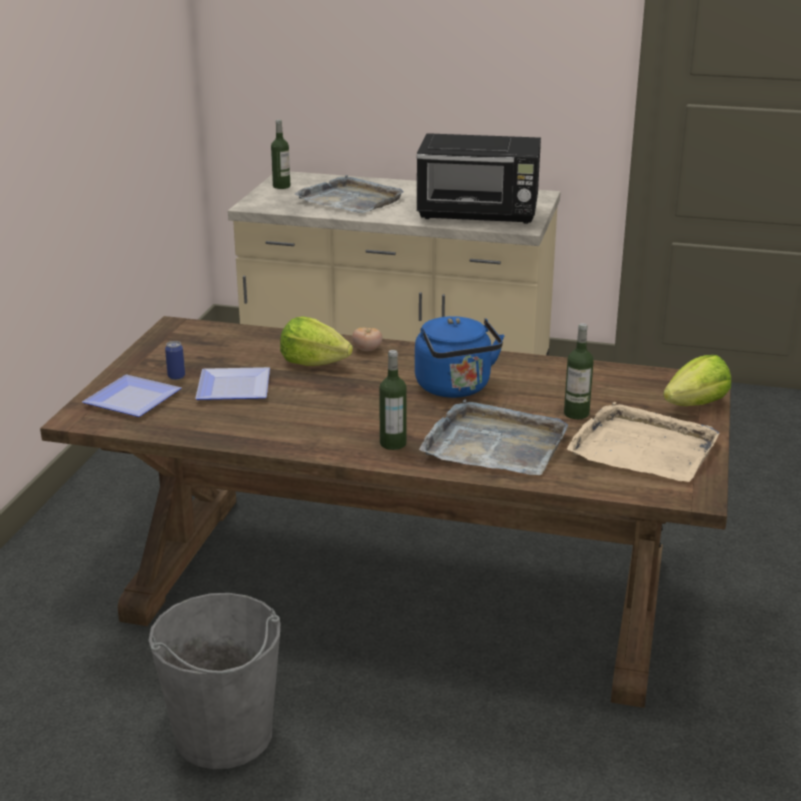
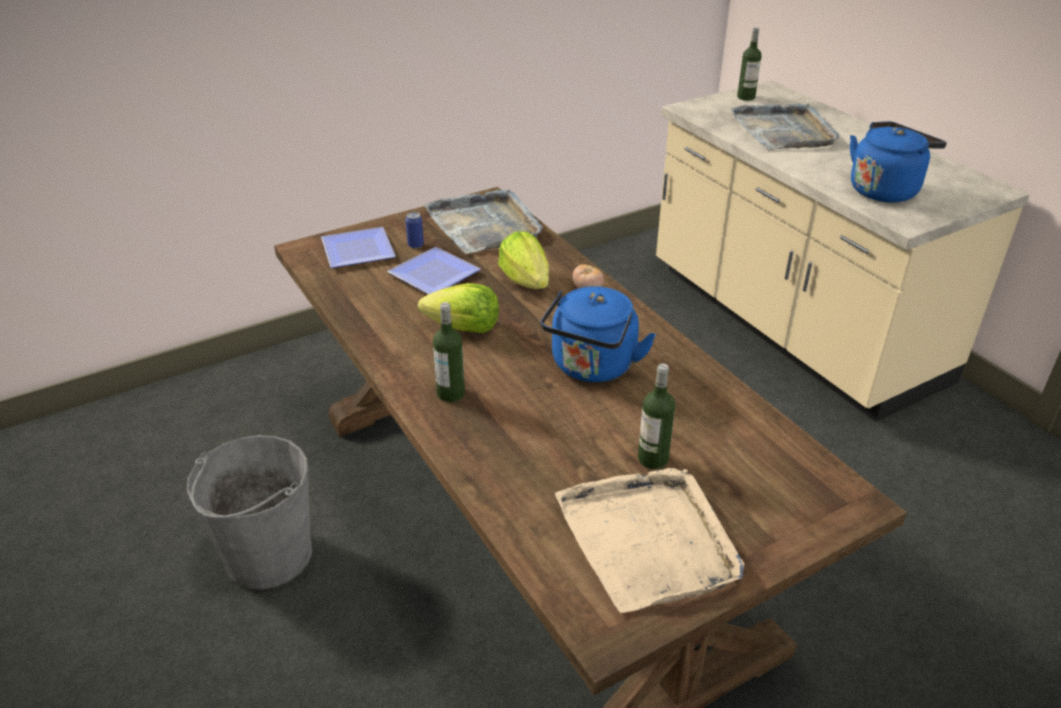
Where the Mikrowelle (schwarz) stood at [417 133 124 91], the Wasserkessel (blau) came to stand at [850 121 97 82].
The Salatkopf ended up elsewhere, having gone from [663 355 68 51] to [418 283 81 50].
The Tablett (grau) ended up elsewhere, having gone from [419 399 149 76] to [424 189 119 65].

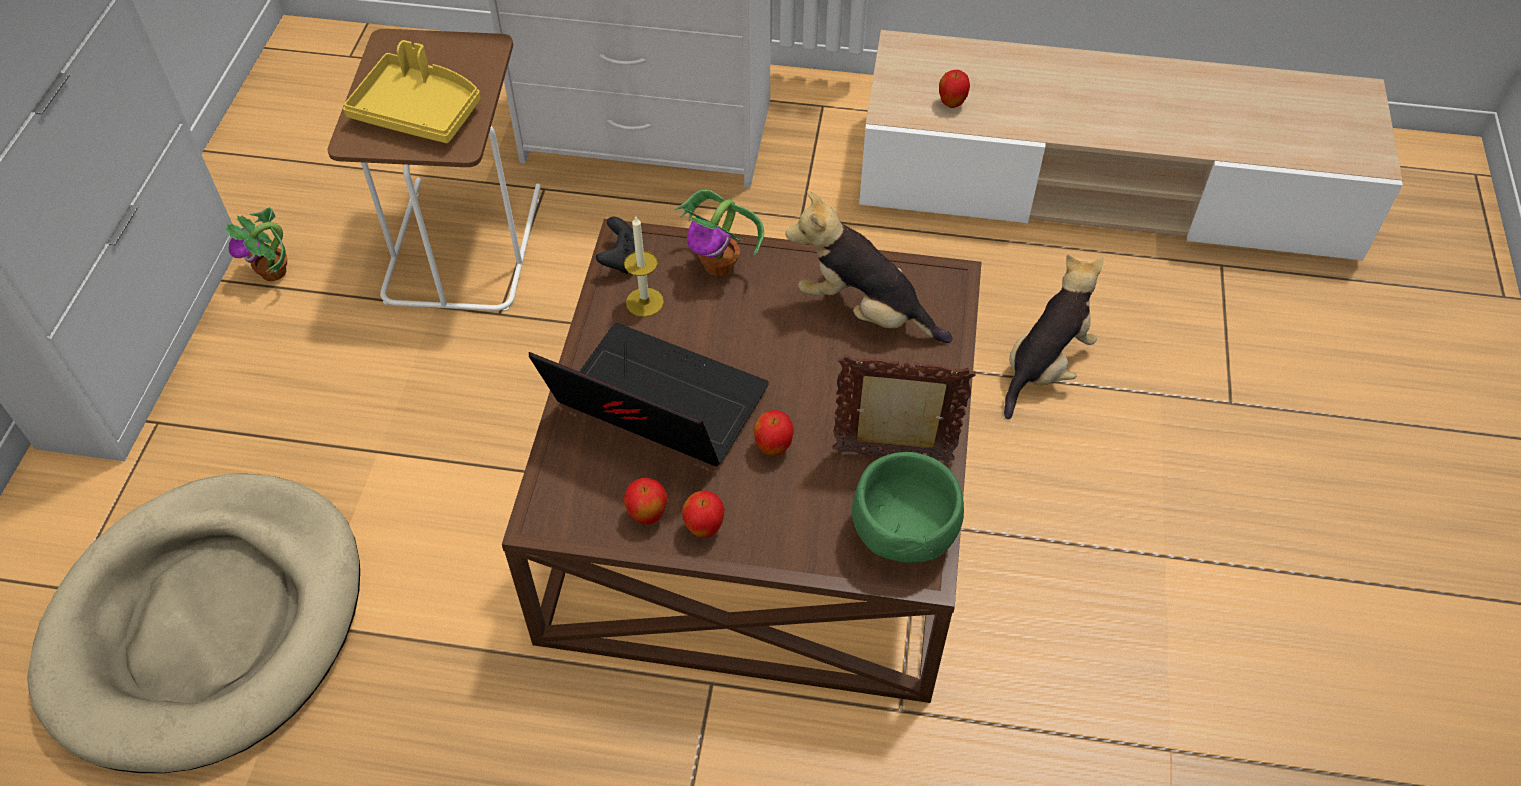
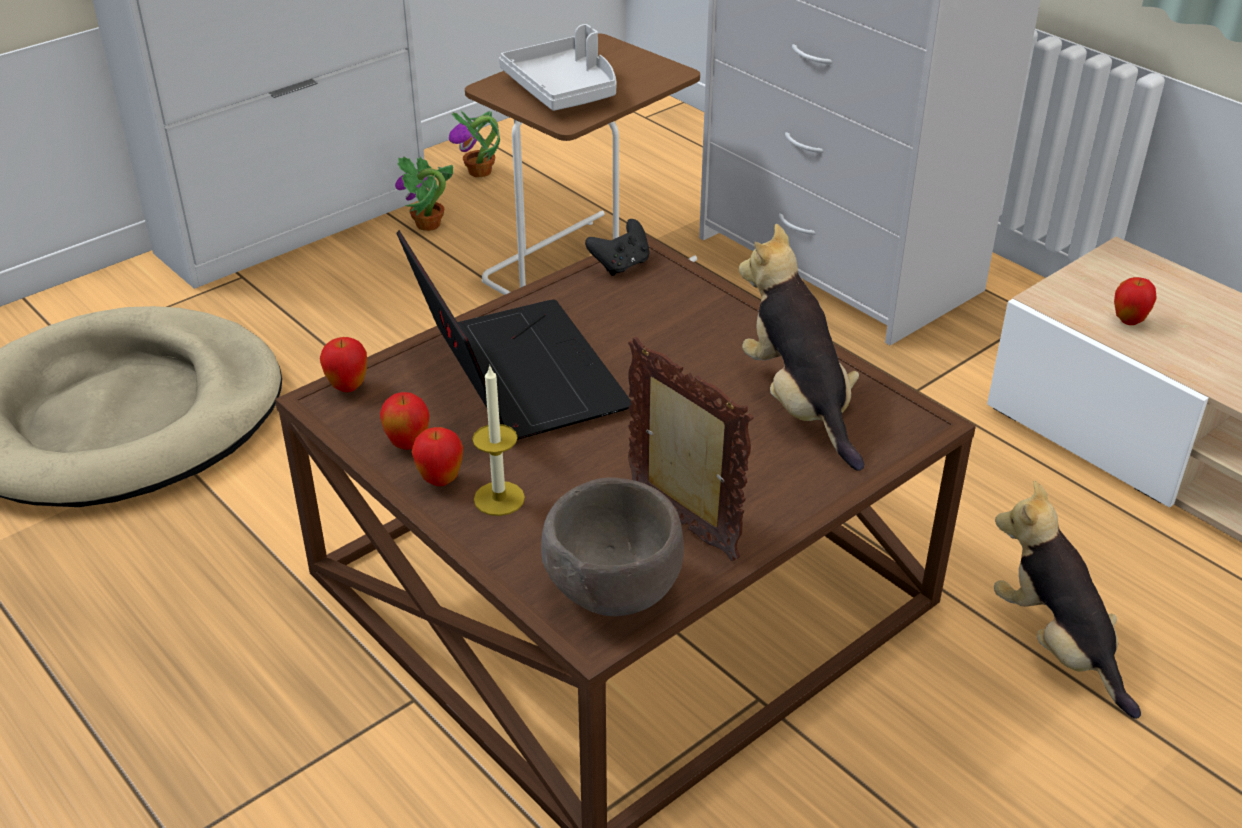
What was the Tablett (gelb) at [343 40 138 103] turned into the Tablett (grau) at [499 24 117 87].
The Topfpflanze ended up elsewhere, having gone from [675 190 89 86] to [449 111 51 66].
The Kerze ended up elsewhere, having gone from [624 215 40 102] to [472 364 53 152].
The Plüschtier at [1004 255 99 164] ended up facing another way, 105 degrees counterclockwise from before.
The Apfel ended up elsewhere, having gone from [753 410 41 46] to [320 337 47 55].
What was the Schüssel (grün) at [852 452 112 111] turned into the Schüssel (braun) at [541 477 143 140].

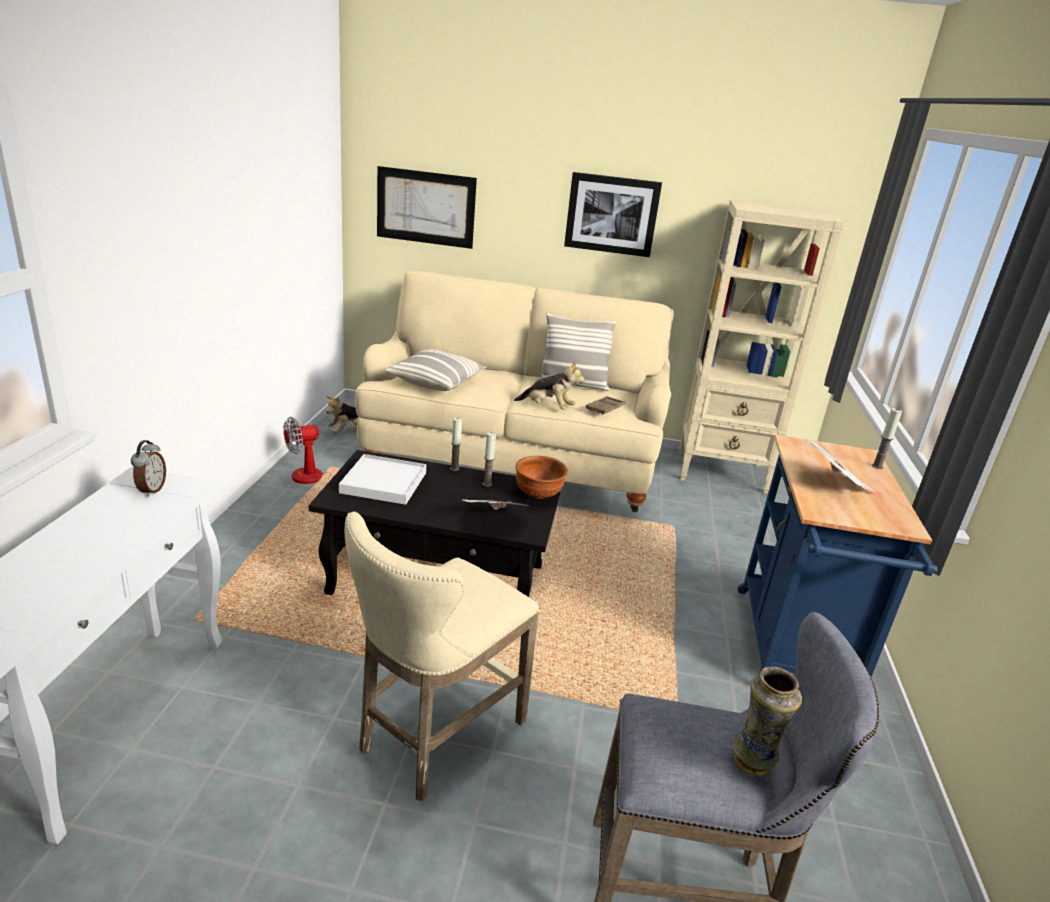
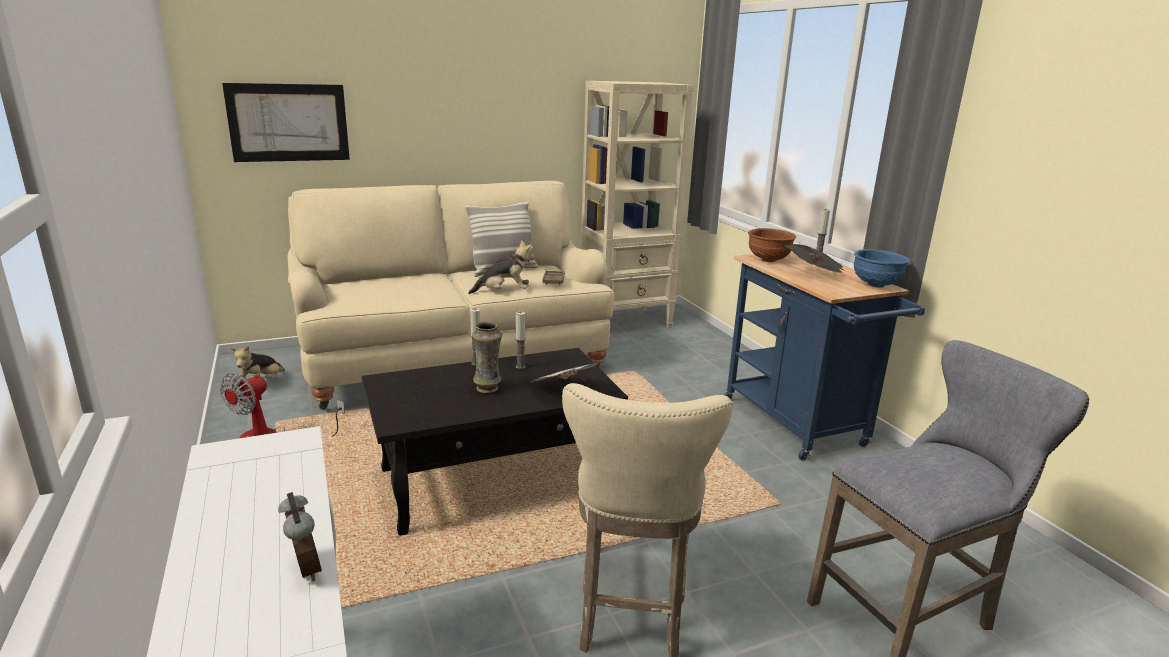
The second view lost the Bild at [564 172 98 85].
The second view lost the Kissen at [385 349 102 42].
The Wecker ended up elsewhere, having gone from [131 440 35 57] to [278 492 44 89].
The second view lost the Tablett (weiß) at [339 454 87 51].
The Schüssel (braun) ended up elsewhere, having gone from [516 456 52 43] to [748 228 48 34].
The Vase ended up elsewhere, having gone from [733 666 69 111] to [472 322 30 71].
The second view gained the Schüssel (blau) at [854 249 56 39].

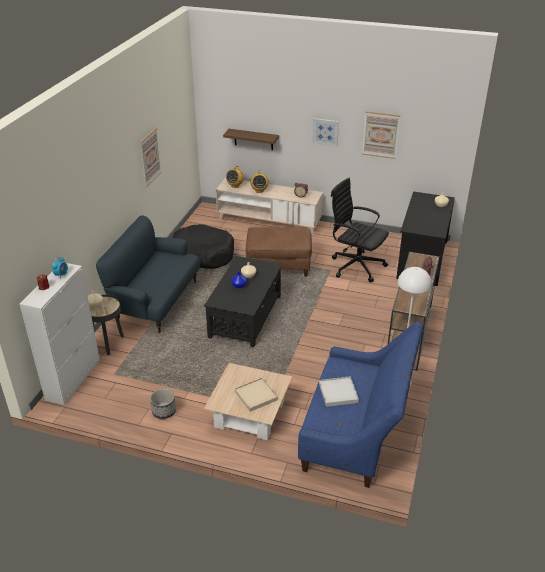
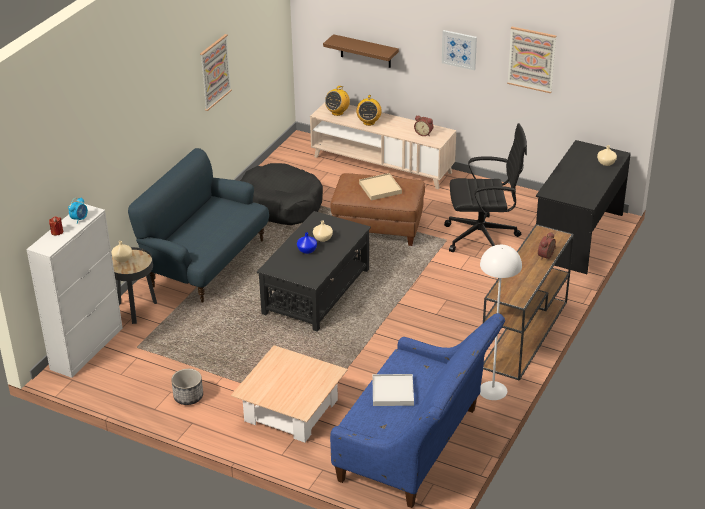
The Bürostuhl (schwarz) at [331 178 58 105] ended up facing another way, 135 degrees clockwise from before.
The Tablett (beige) ended up elsewhere, having gone from [235 378 43 34] to [359 173 43 27].

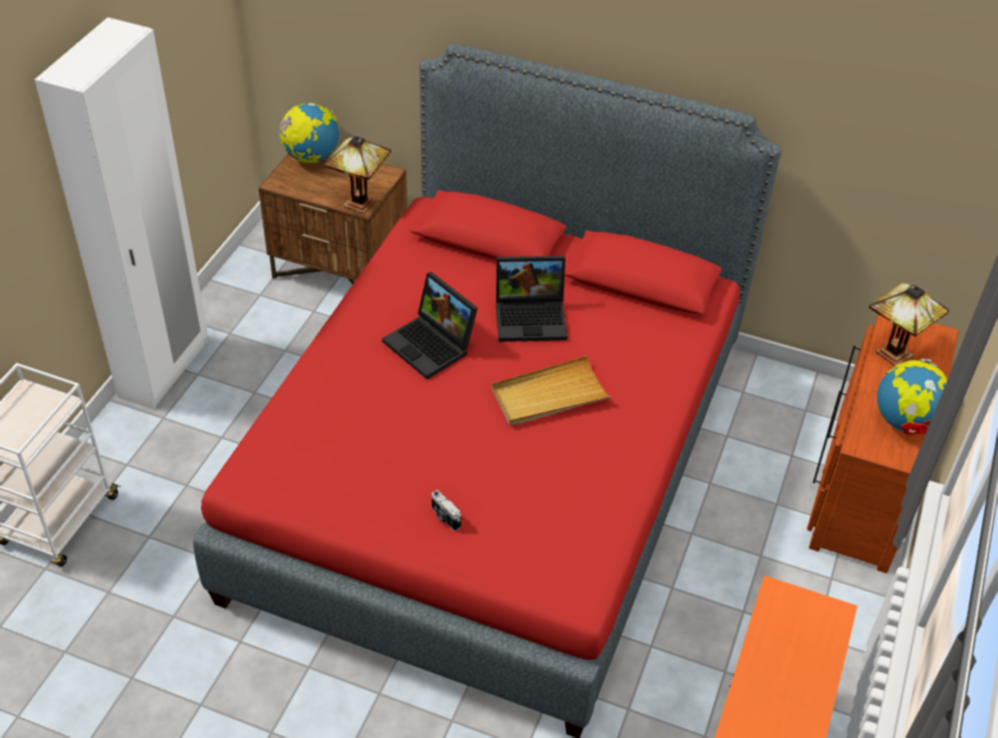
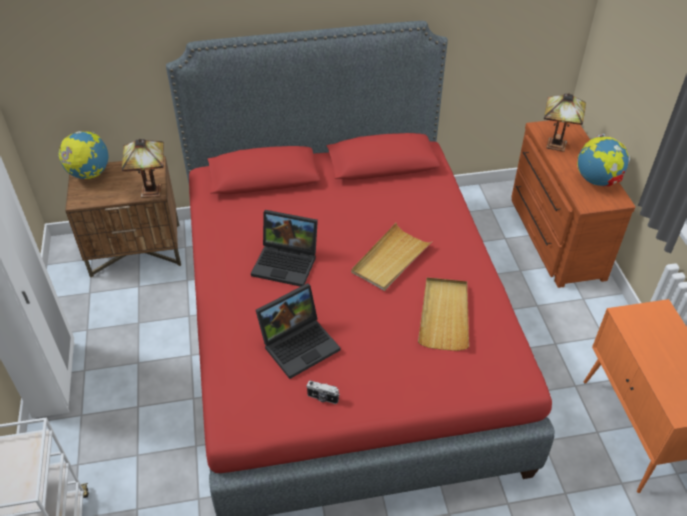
The Laptop ended up elsewhere, having gone from [496 256 71 86] to [256 283 85 96].
The Kamera ended up elsewhere, having gone from [432 490 29 41] to [306 380 34 24].
The second view gained the Tablett (beige) at [418 278 51 73].

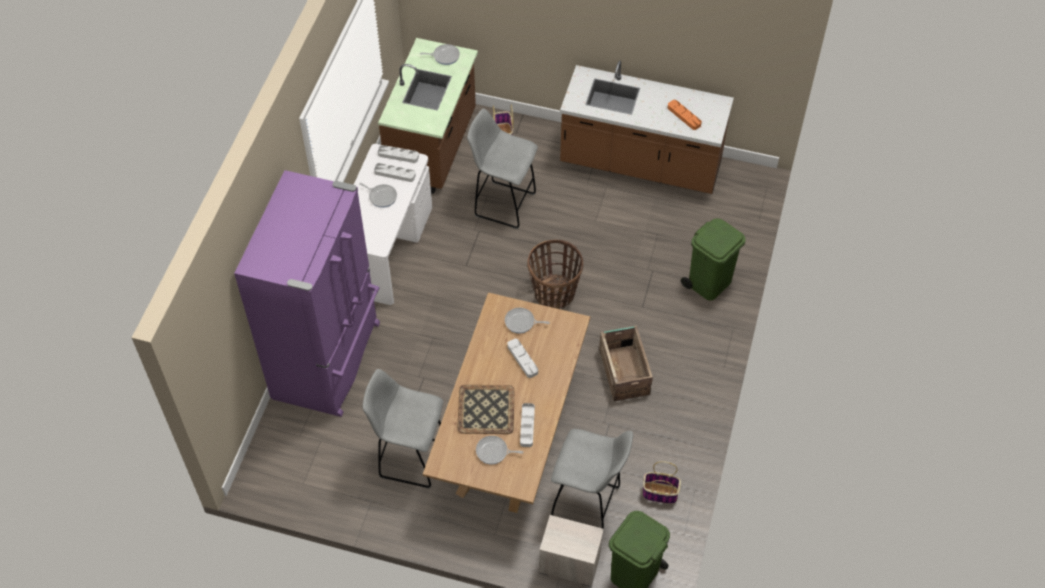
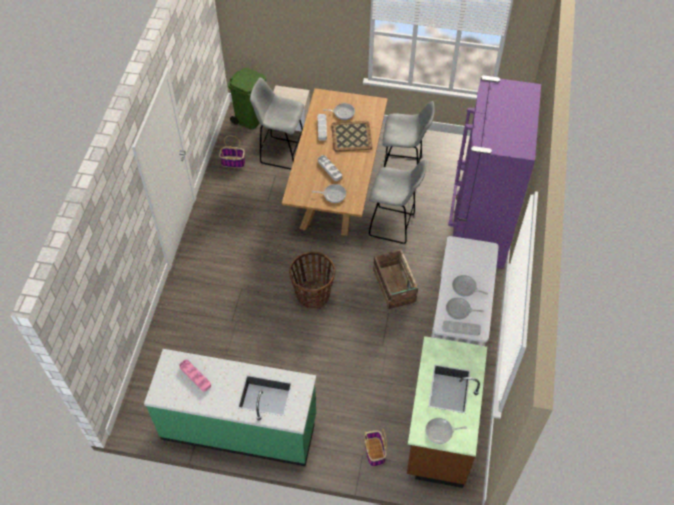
What was the Küchenzeile (braun) at [560 61 174 133] turned into the Küchenzeile (grün) at [144 349 172 117].
What was the Tablett (orange) at [668 100 34 30] turned into the Tablett (rosa) at [179 359 32 33].
The Hocker (grau) ended up elsewhere, having gone from [467 109 71 120] to [369 160 57 85].
Where the Tablett (grau) stood at [374 163 42 19], the Pfanne came to stand at [446 298 38 22].
The second view lost the Mülleimer (grün) at [681 218 65 82].
The Kiste ended up elsewhere, having gone from [599 326 54 75] to [373 249 45 60].

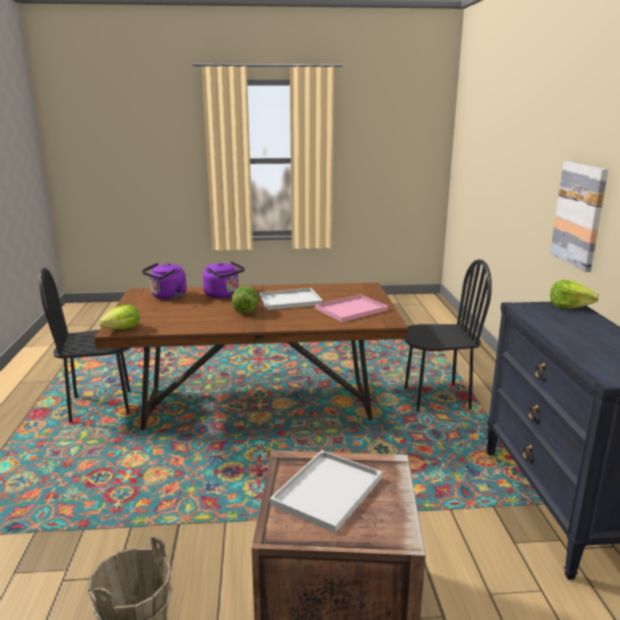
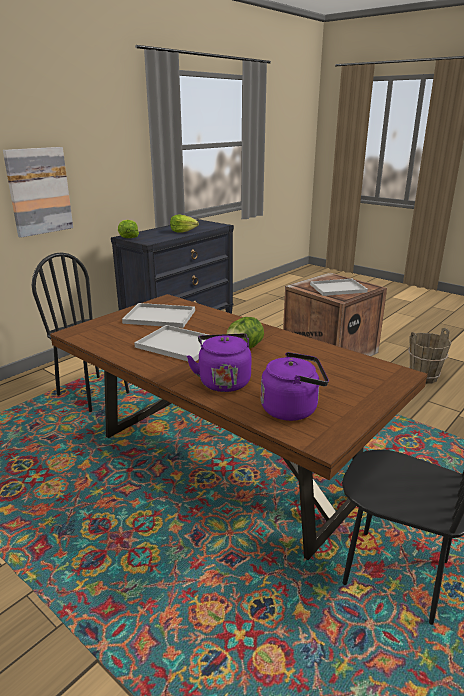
What was the Tablett (rosa) at [315 295 73 27] turned into the Tablett (weiß) at [122 303 73 25].
The Salatkopf ended up elsewhere, having gone from [98 305 42 24] to [170 215 29 17].

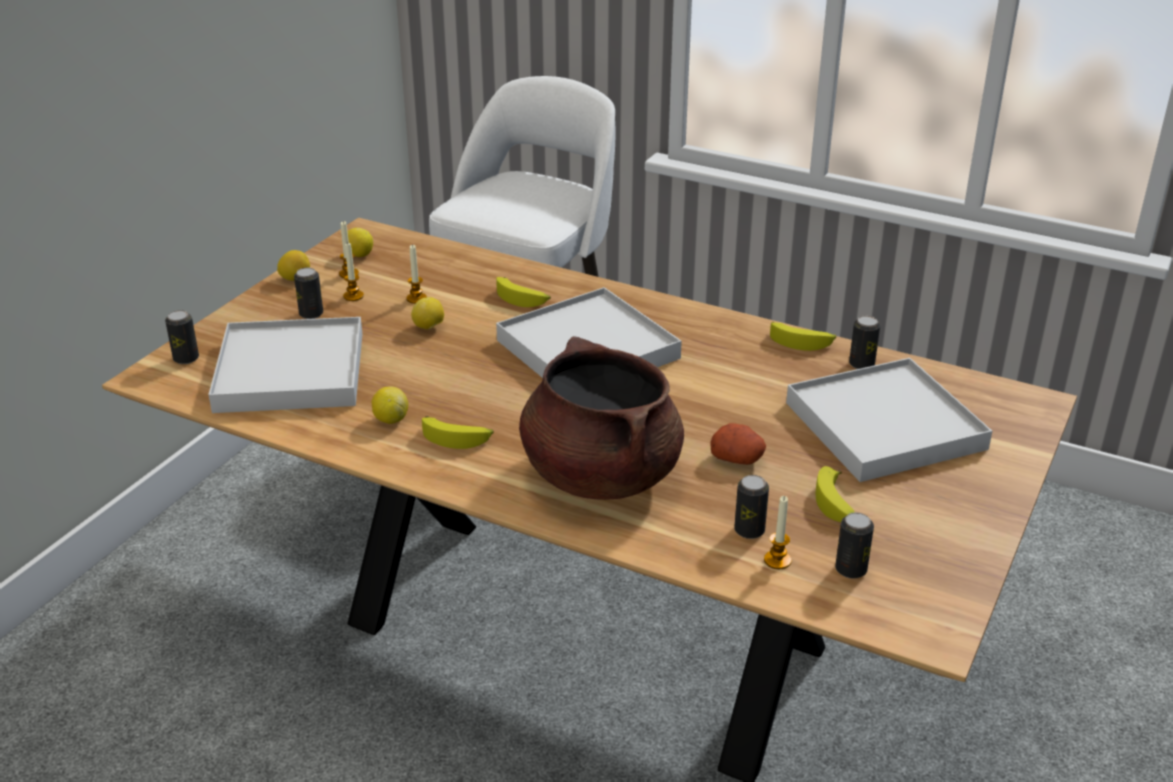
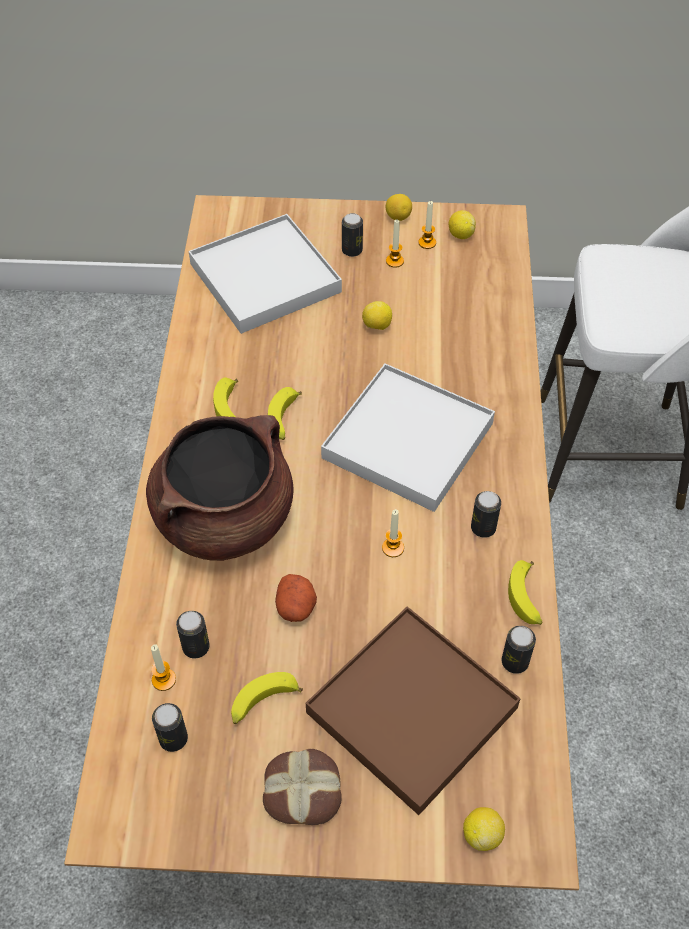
The Kerze ended up elsewhere, having gone from [406 244 21 60] to [382 509 22 48].
The Banane ended up elsewhere, having gone from [496 277 55 30] to [268 387 34 53].
The Dose ended up elsewhere, having gone from [165 310 34 54] to [471 491 30 47].
What was the Tablett (weiß) at [786 358 206 124] turned into the Tablett (braun) at [306 607 215 208].
The Zitrone ended up elsewhere, having gone from [372 386 36 38] to [463 807 42 44].
The second view gained the Brot at [263 749 79 76].

